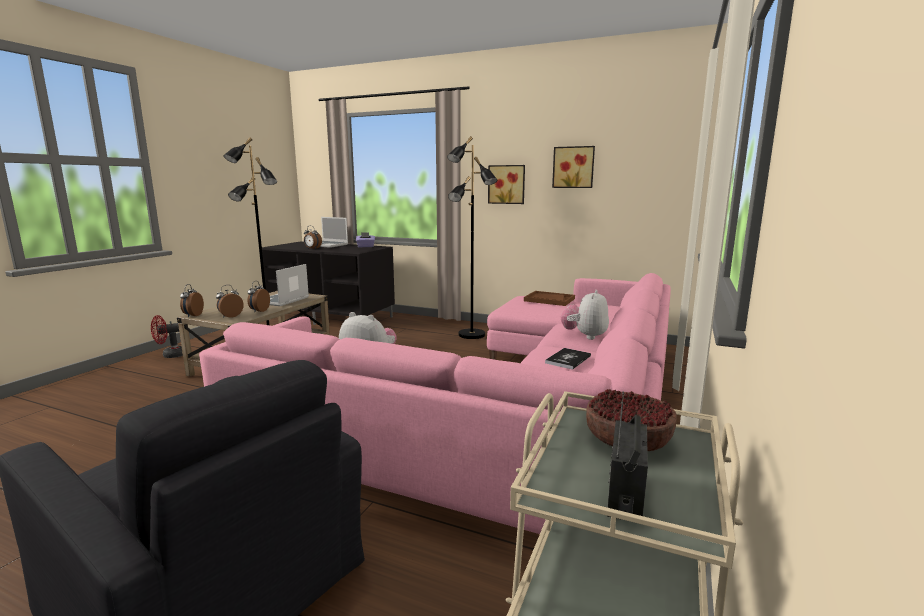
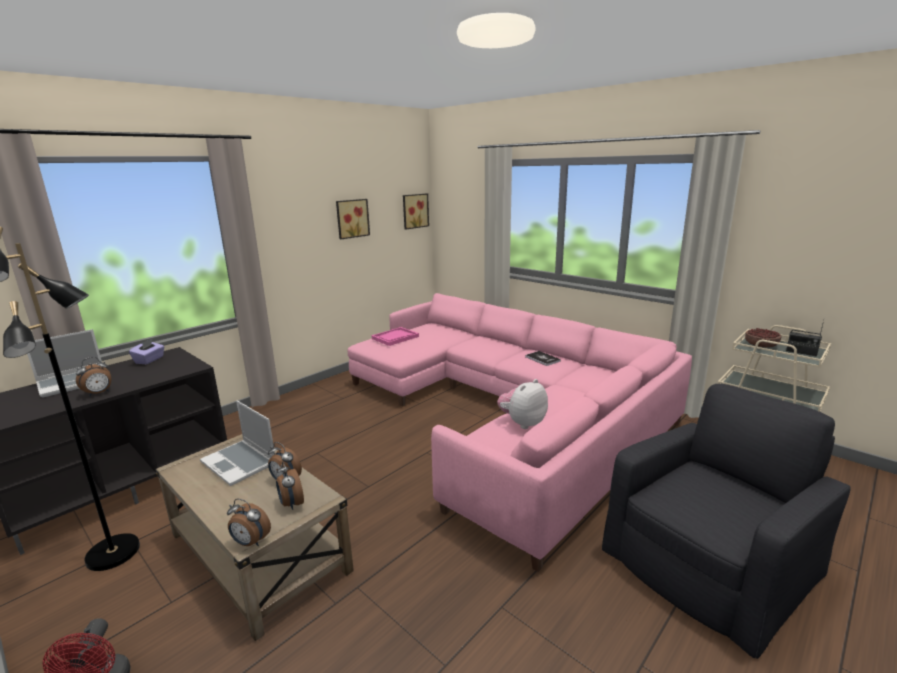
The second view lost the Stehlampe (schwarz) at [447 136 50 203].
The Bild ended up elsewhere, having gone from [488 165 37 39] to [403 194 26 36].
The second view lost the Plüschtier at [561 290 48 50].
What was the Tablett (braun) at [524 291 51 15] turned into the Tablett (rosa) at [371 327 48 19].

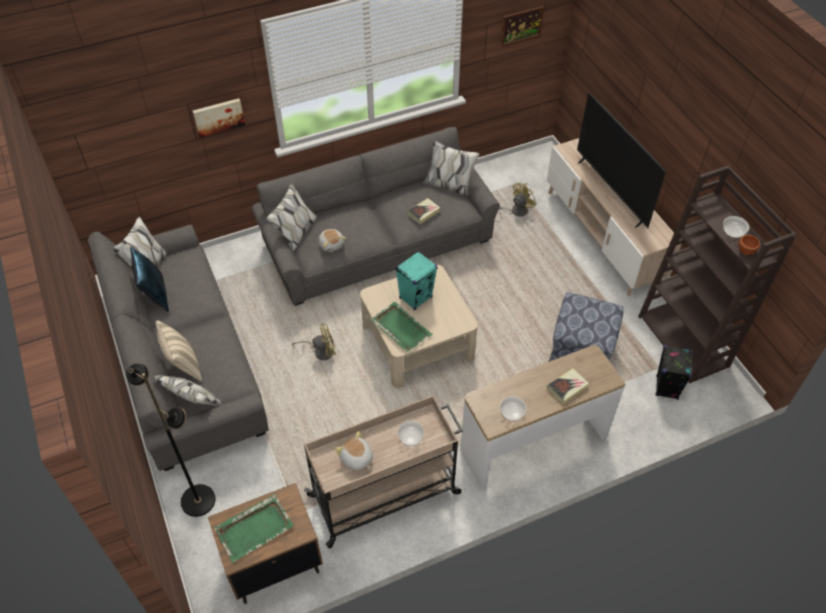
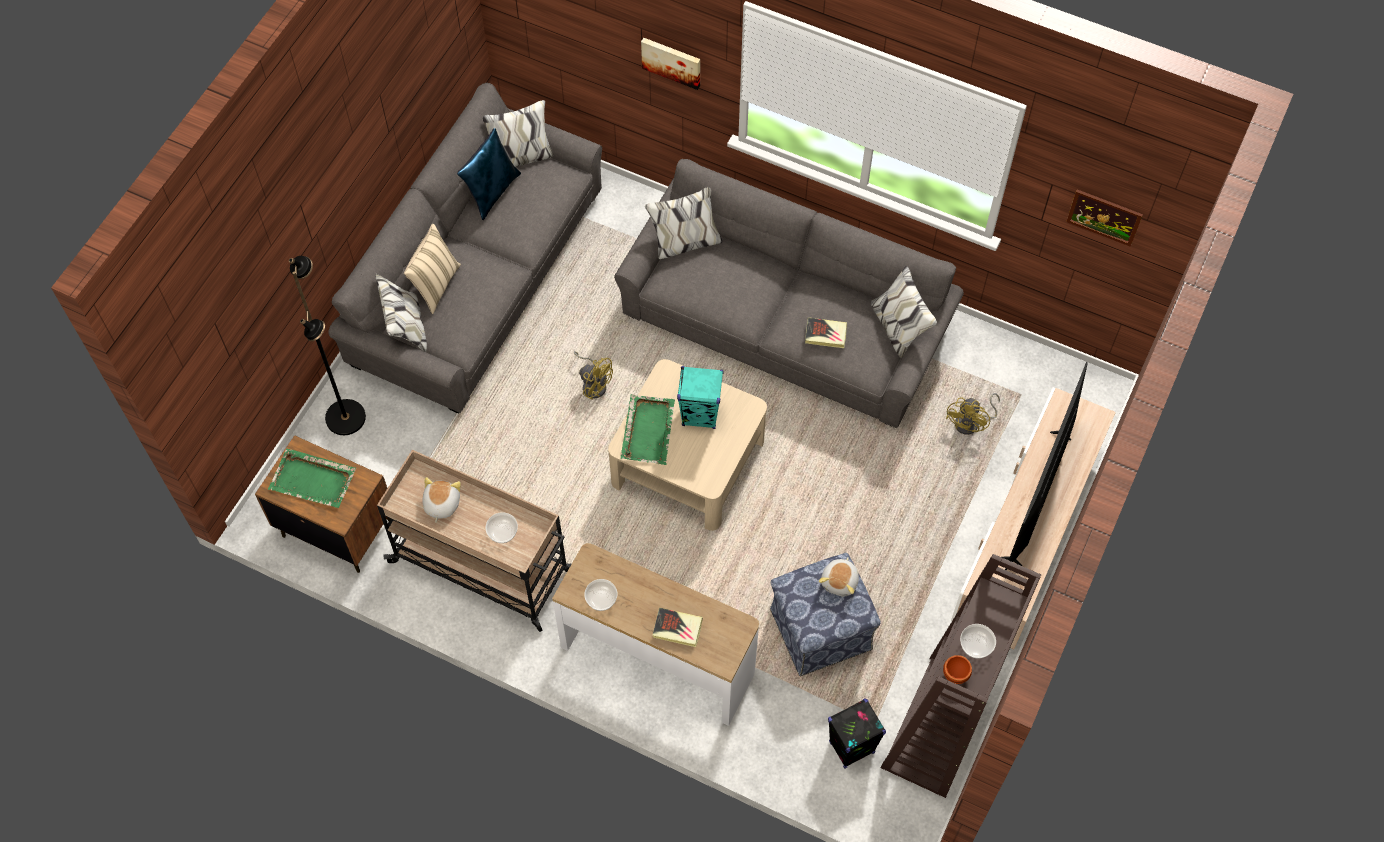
The Ventilator (gelb) at [499 183 38 33] ended up facing another way, 105 degrees clockwise from before.
The Plüschtier ended up elsewhere, having gone from [319 229 27 23] to [819 557 40 39].

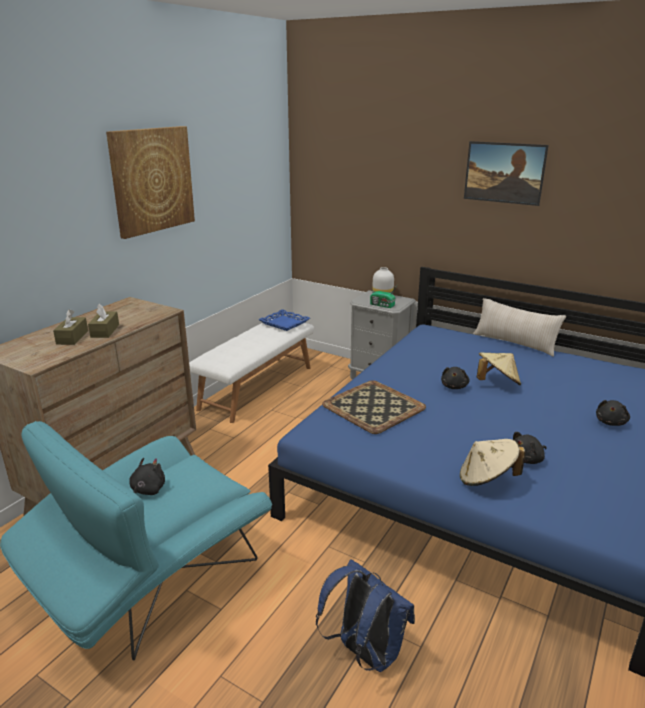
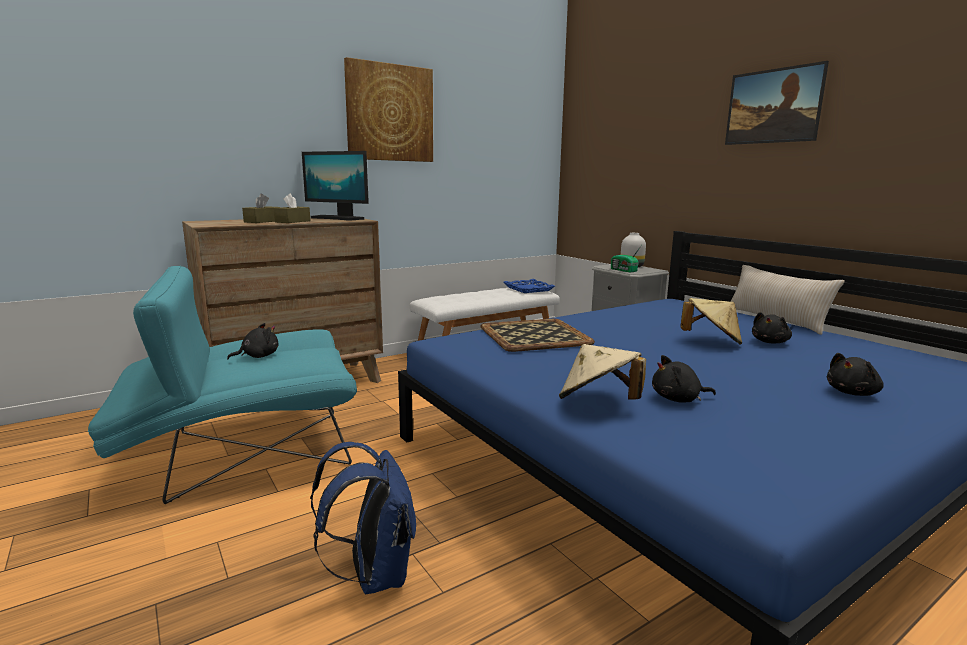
The Plüschtier (schwarz) ended up elsewhere, having gone from [441 367 29 22] to [752 312 40 31].
The second view gained the Monitor at [302 151 67 70].

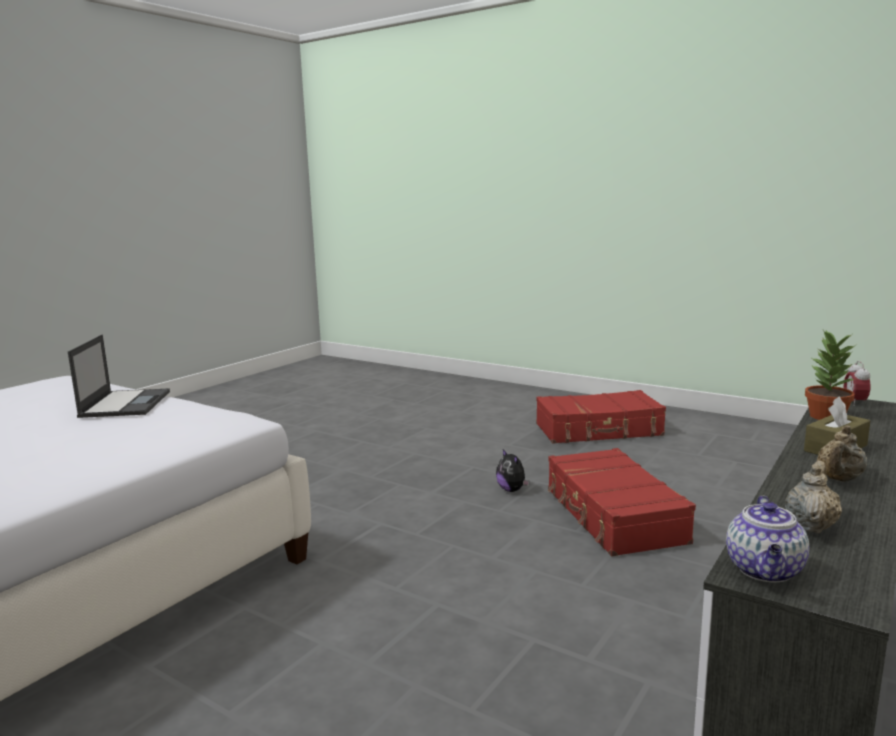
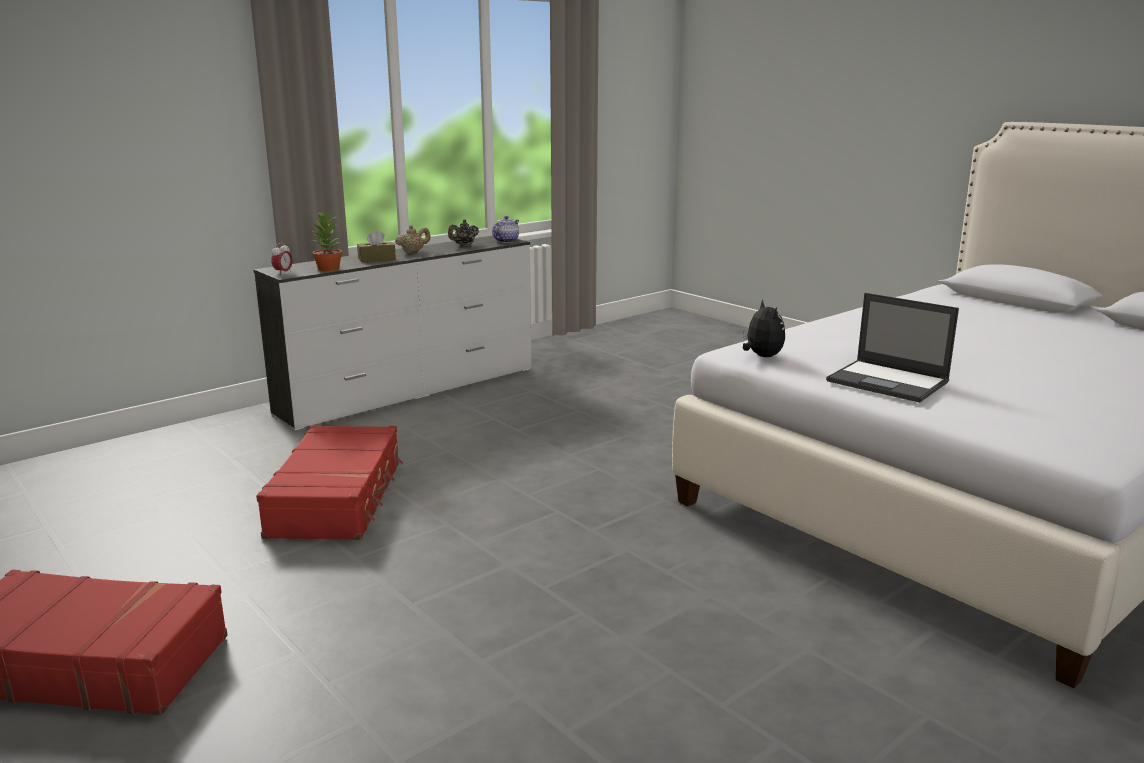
The Laptop at [68 334 102 84] ended up facing another way, 60 degrees counterclockwise from before.
The Plüschtier ended up elsewhere, having gone from [496 449 34 43] to [743 300 42 57].
What was the Teekanne (beige) at [785 460 57 73] turned into the Teekanne (schwarz) at [448 219 31 27].

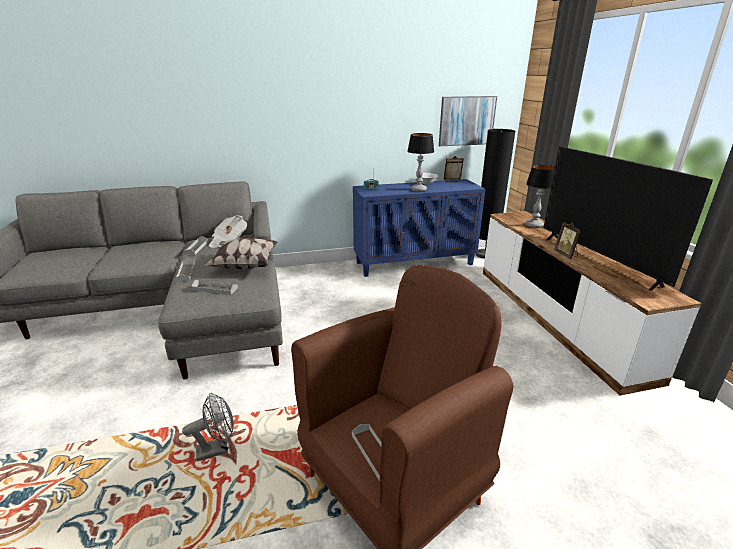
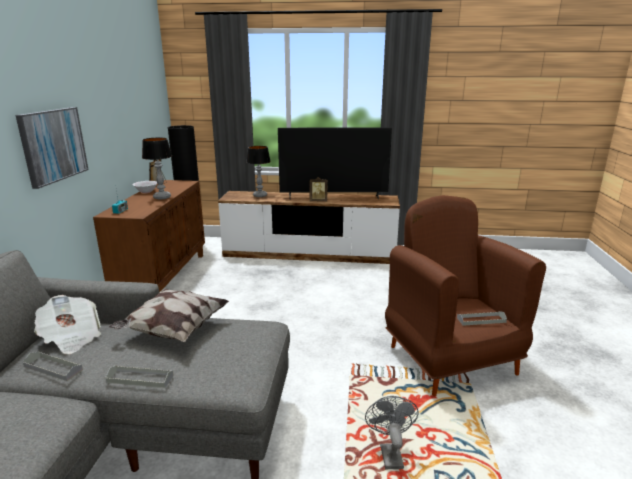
The Bild ended up elsewhere, having gone from [439 96 58 50] to [15 107 74 82].
What was the Schrank (blau) at [353 179 132 98] turned into the Schrank (braun) at [93 180 112 112].
The second view lost the Tablett (grau) at [191 280 47 15].

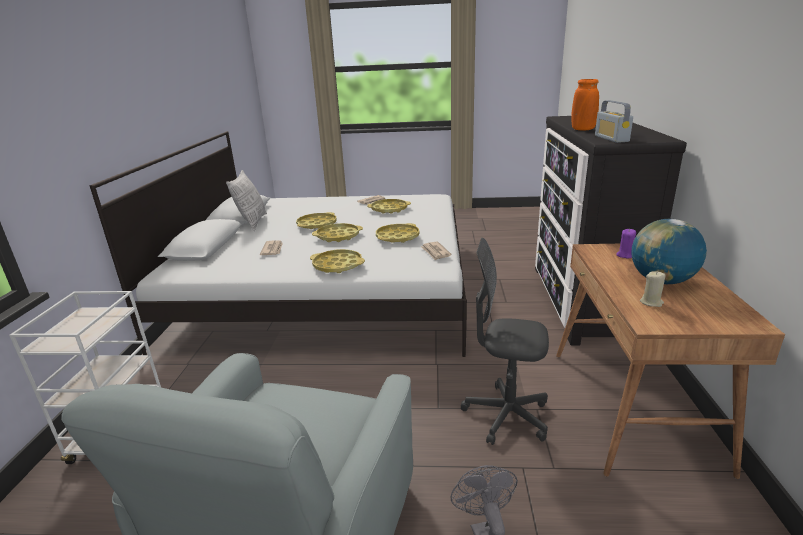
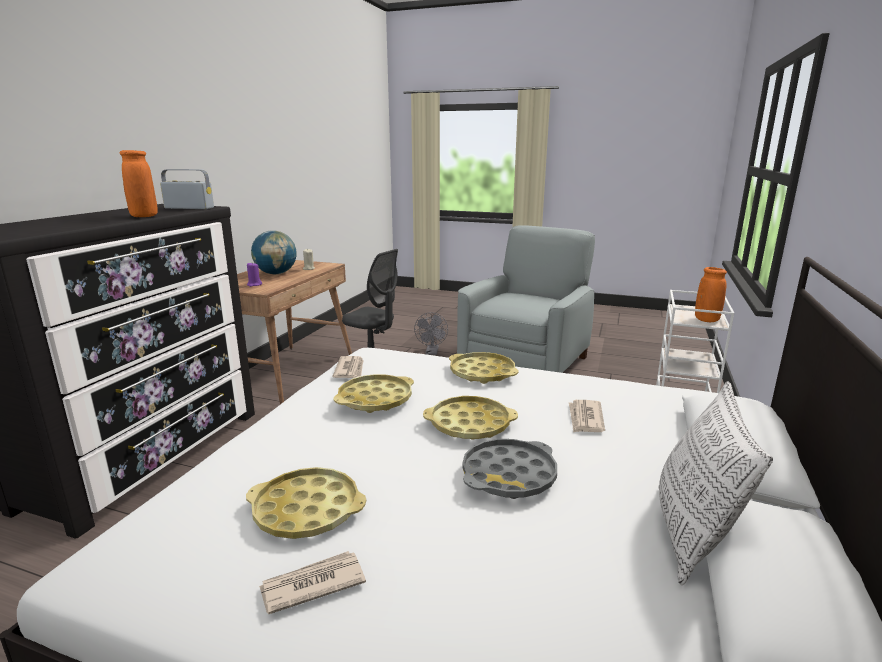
The Radio at [595 100 38 43] ended up facing another way, 90 degrees counterclockwise from before.
What was the Tablett (gelb) at [296 212 40 17] turned into the Tablett (grau) at [462 439 95 60].
The second view gained the Vase (orange) at [695 267 32 55].

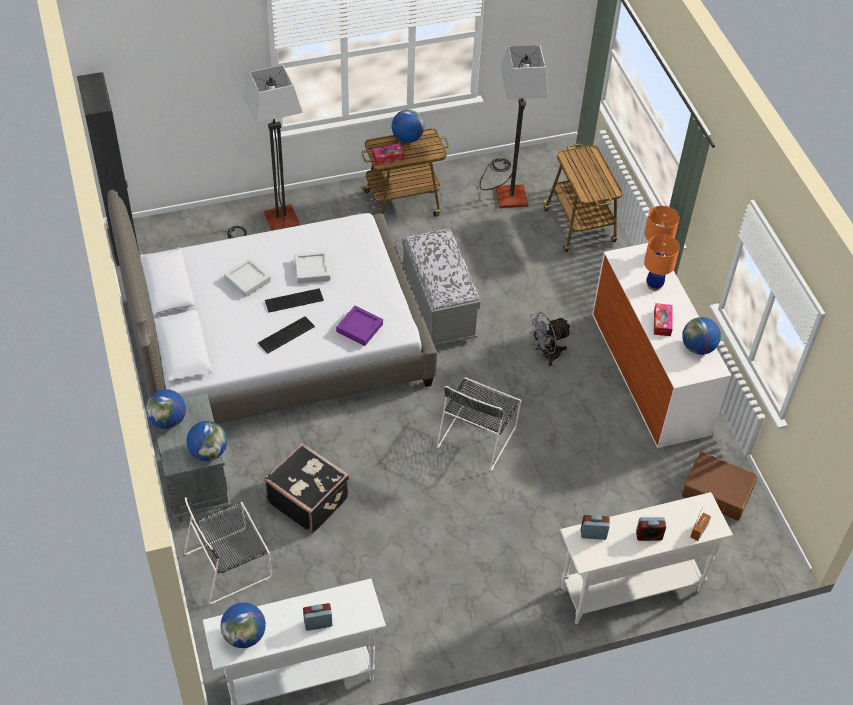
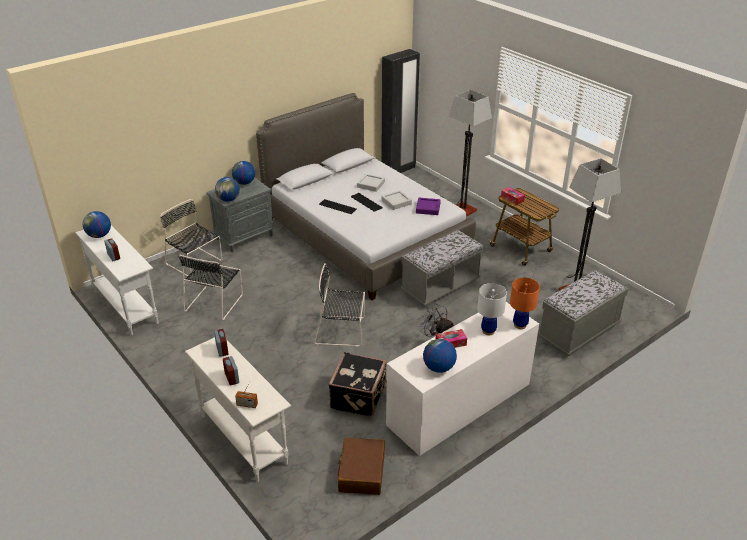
The second view lost the Globus at [392 110 33 33].
Where the Rollwagen stood at [543 143 80 109], the Bank (grau) came to stand at [538 270 90 86].
What was the Tischlampe (orange) at [644 234 36 57] turned into the Tischlampe (weiß) at [477 283 30 52].
The Tablett (lila) ended up elsewhere, having gone from [336 306 47 40] to [416 198 25 17].
The Koffer (schwarz) ended up elsewhere, having gone from [264 443 85 91] to [329 352 58 65].
The second view gained the Stuhl (schwarz) at [179 255 64 65].

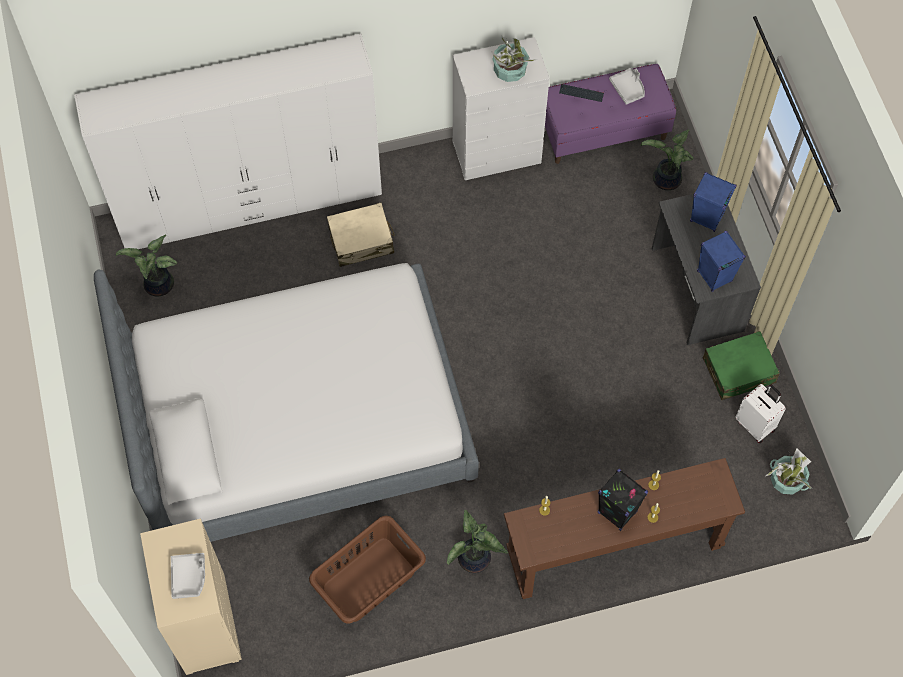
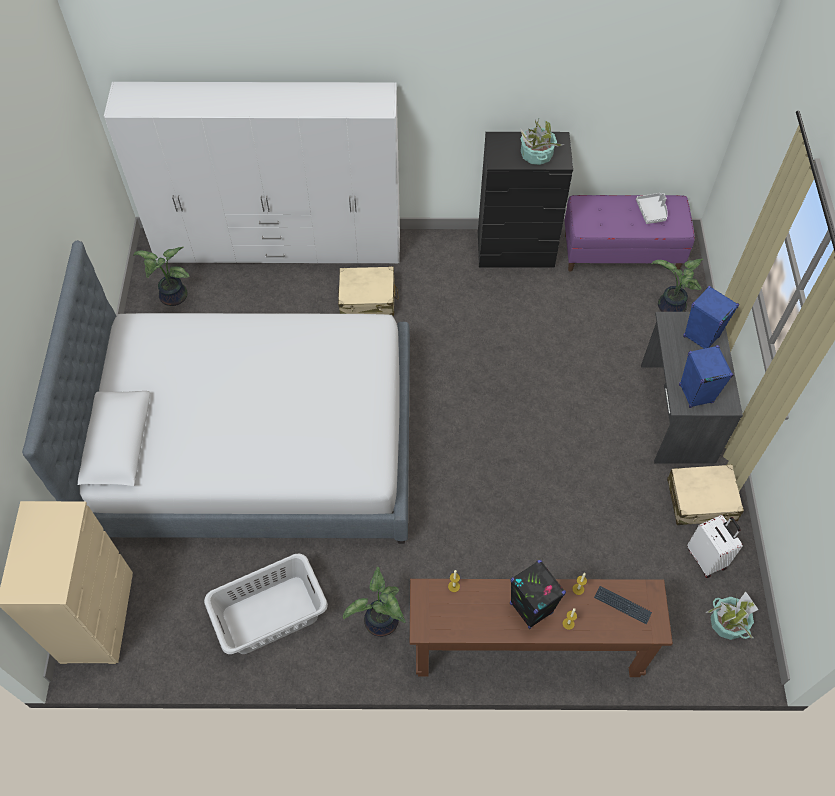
What was the Kommode (weiß) at [452 37 98 143] turned into the Kommode (schwarz) at [478 132 95 136].
The Tastatur ended up elsewhere, having gone from [559 84 45 18] to [594 586 58 38].
What was the Koffer (grün) at [703 331 77 69] turned into the Koffer (beige) at [667 464 77 61].
What was the Wäschekorb (braun) at [309 516 117 108] turned into the Wäschekorb (grau) at [204 554 124 100].
The second view lost the Tablett (grau) at [171 553 34 46].

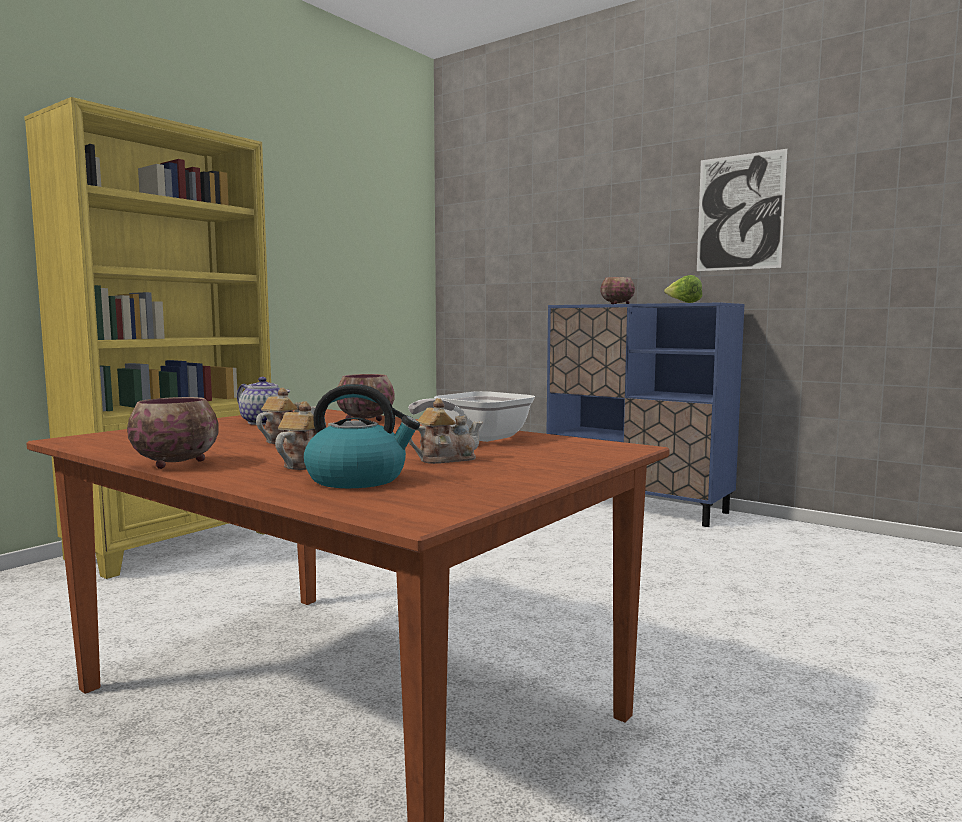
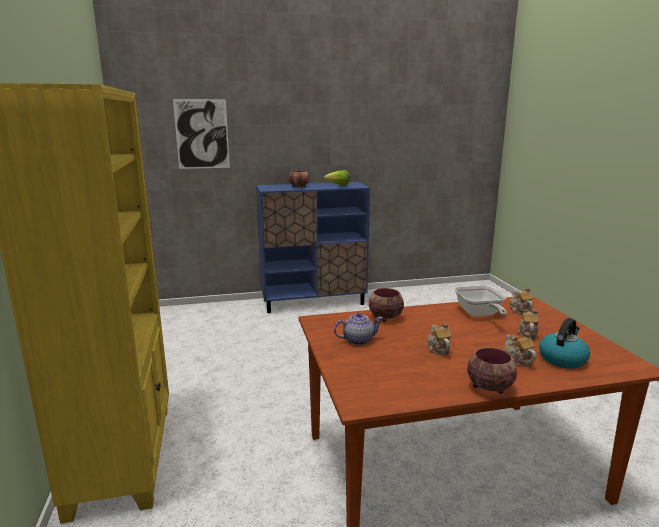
The Bild ended up elsewhere, having gone from [697 149 90 122] to [173 99 57 70].
The second view gained the Teekanne at [509 287 24 27].

